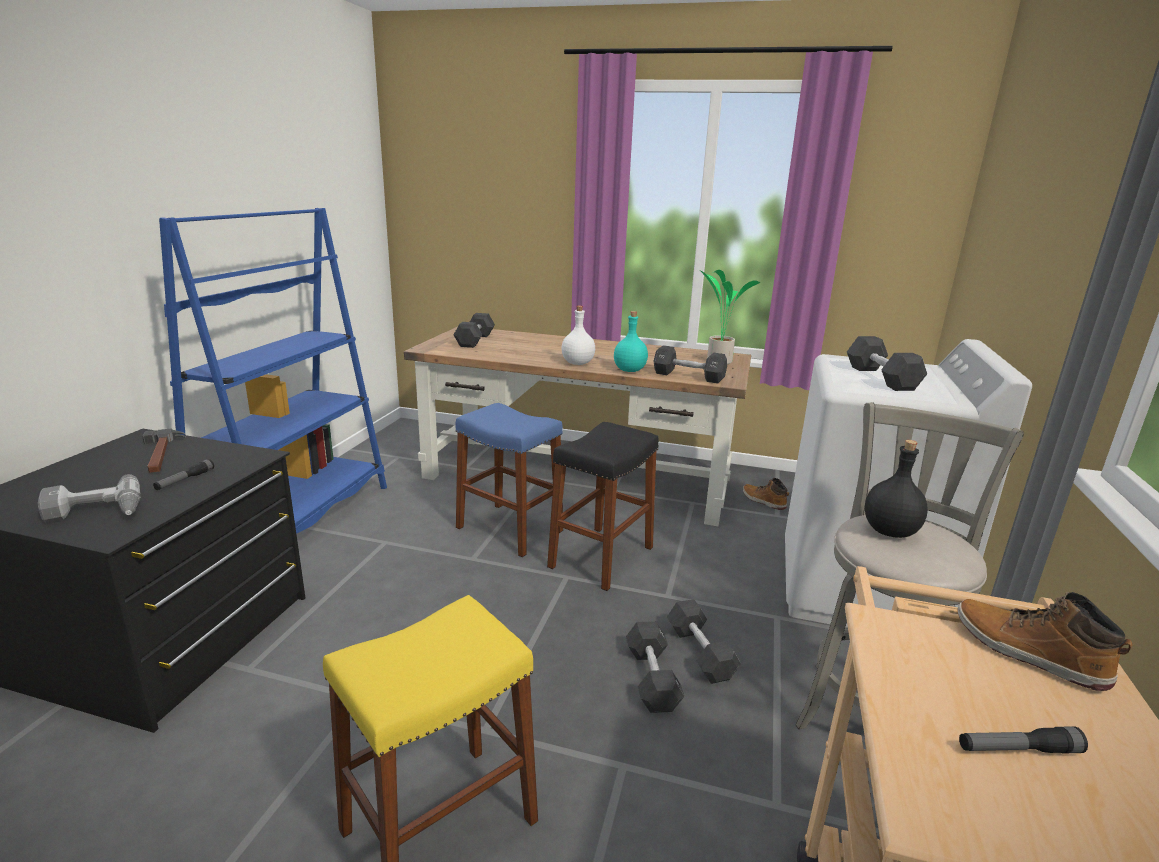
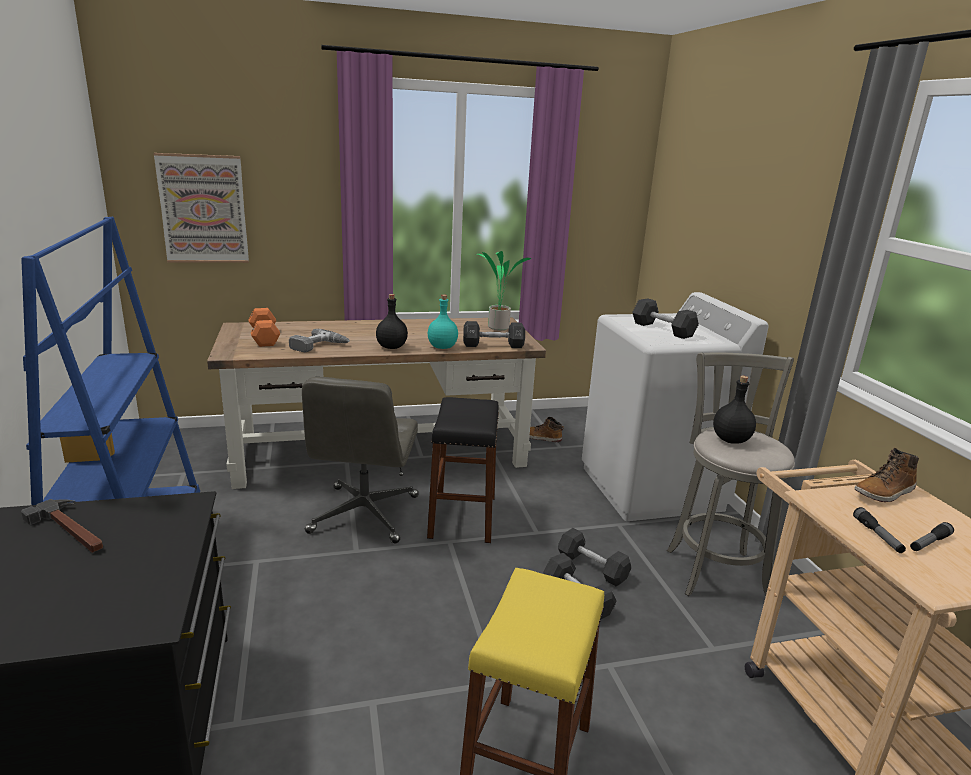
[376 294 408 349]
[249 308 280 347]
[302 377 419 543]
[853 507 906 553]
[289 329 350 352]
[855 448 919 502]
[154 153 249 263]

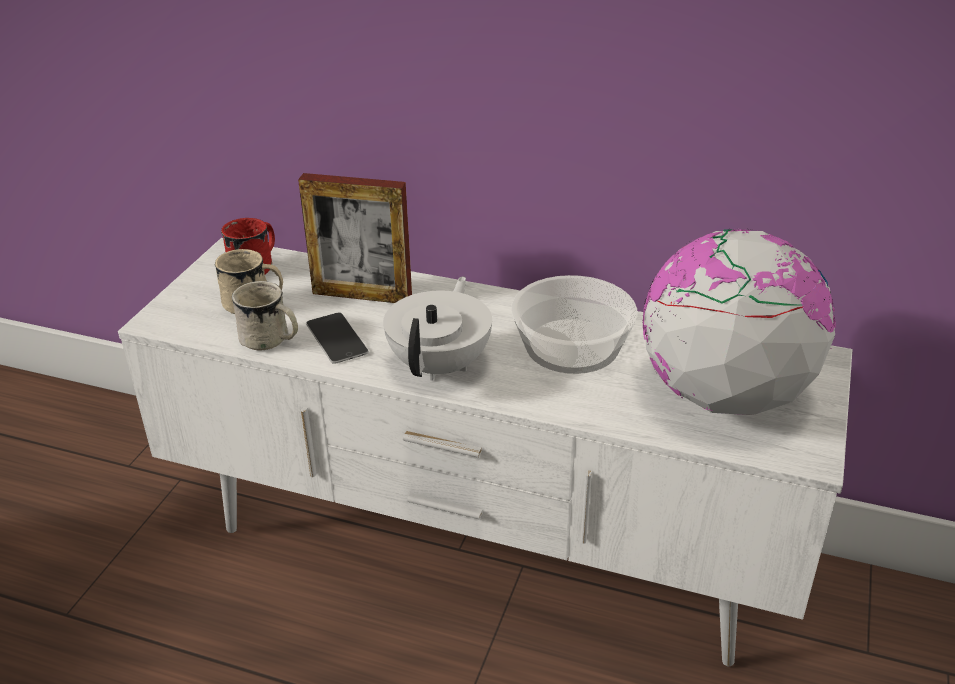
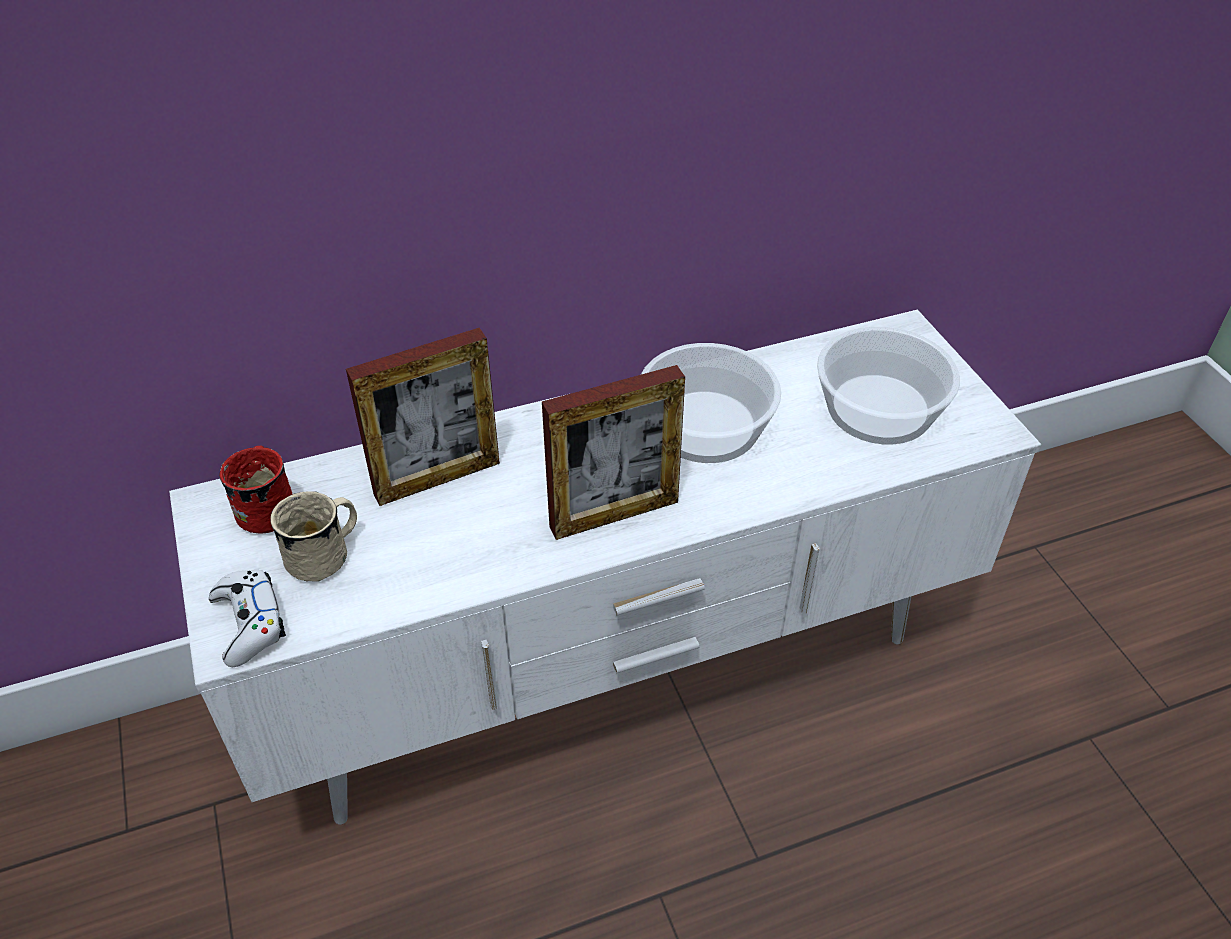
[817 327 960 444]
[542 365 685 540]
[232 281 298 350] (first image)
[306 312 369 364] (first image)
[209 570 286 667]

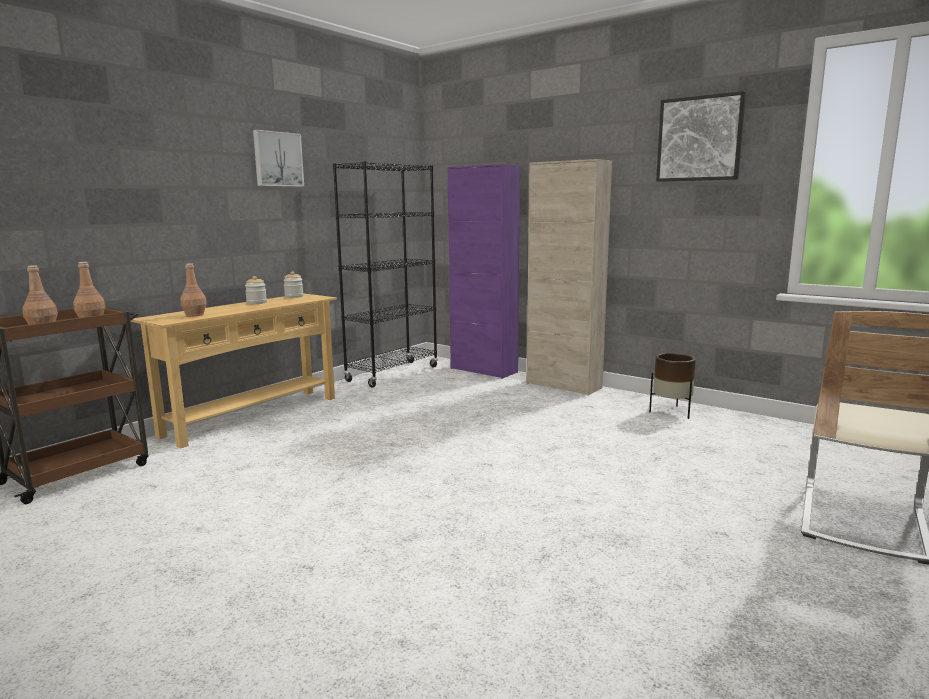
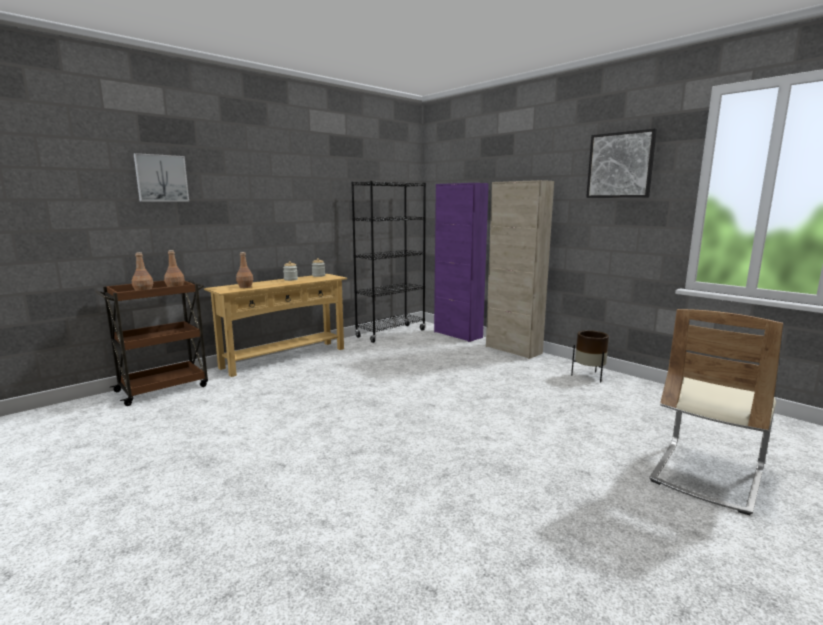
[134 153 189 202]

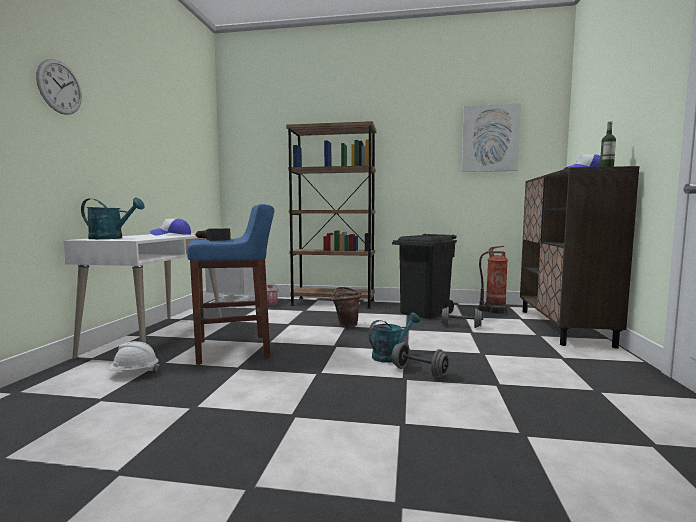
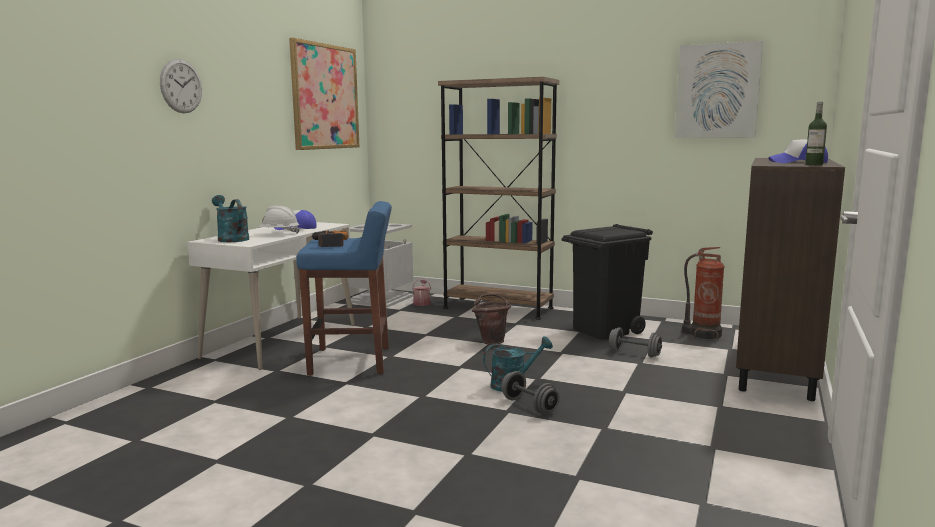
[212 195 249 242]
[257 206 300 234]
[289 38 359 150]

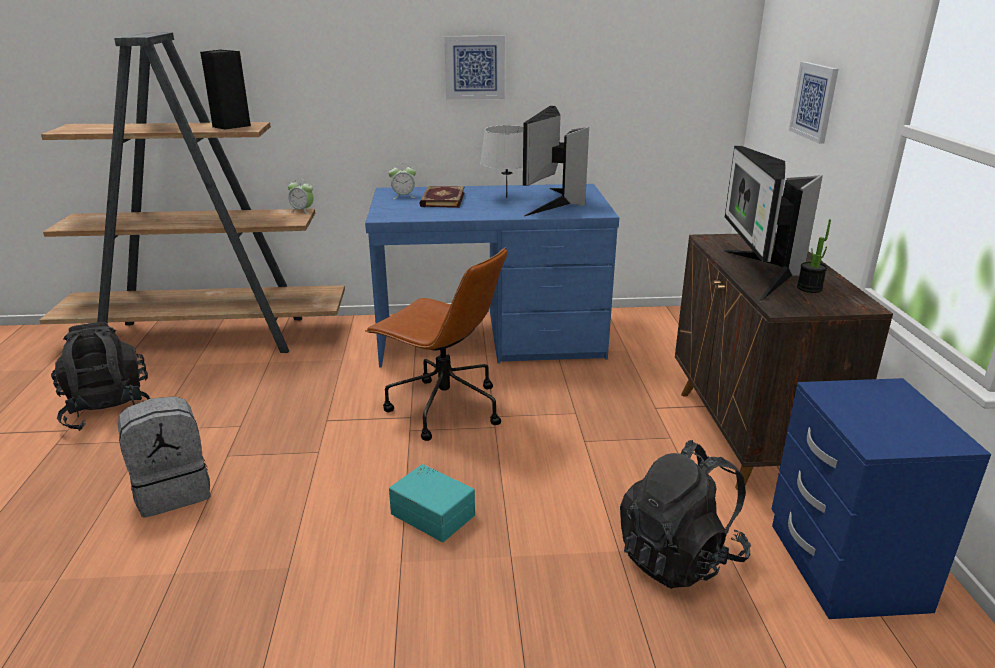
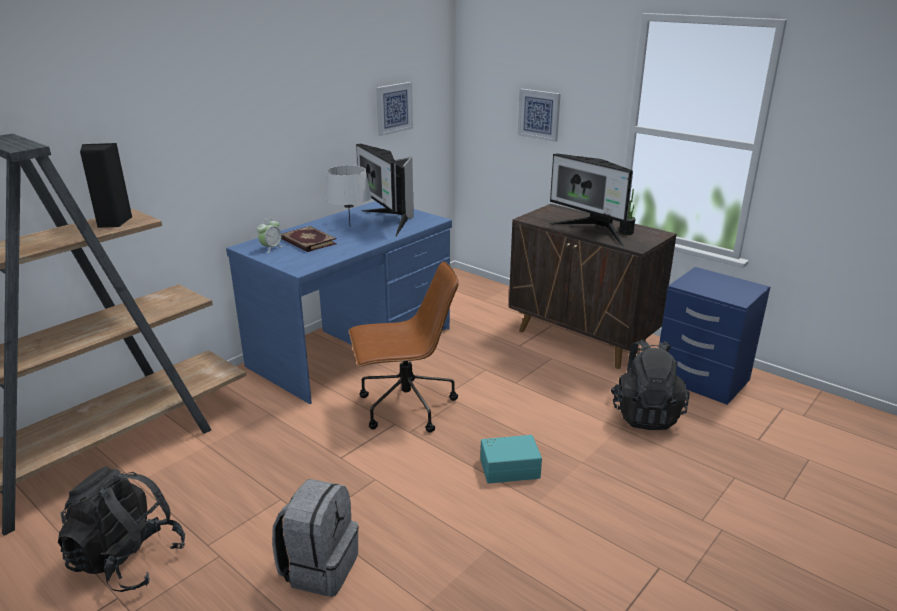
[376 82 413 136]
[288 178 314 214] (first image)

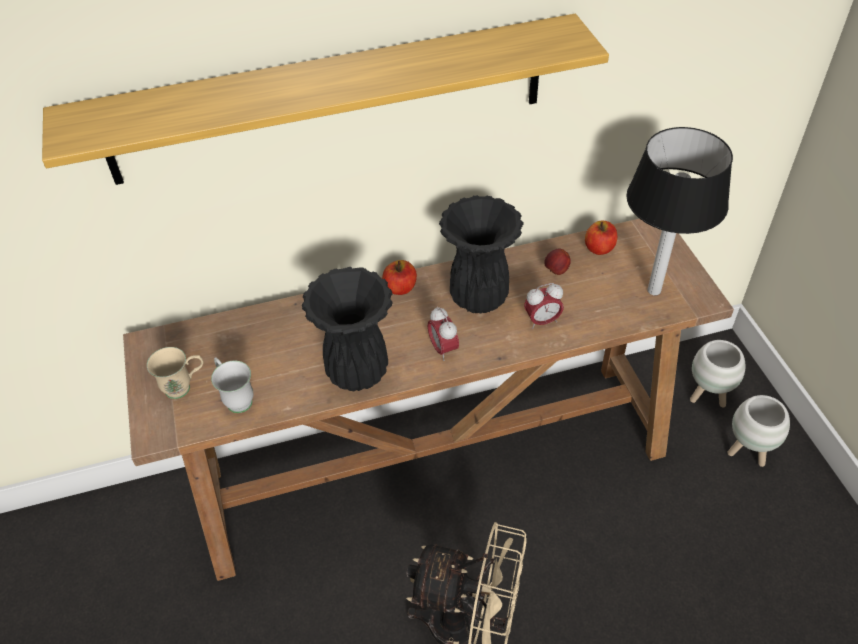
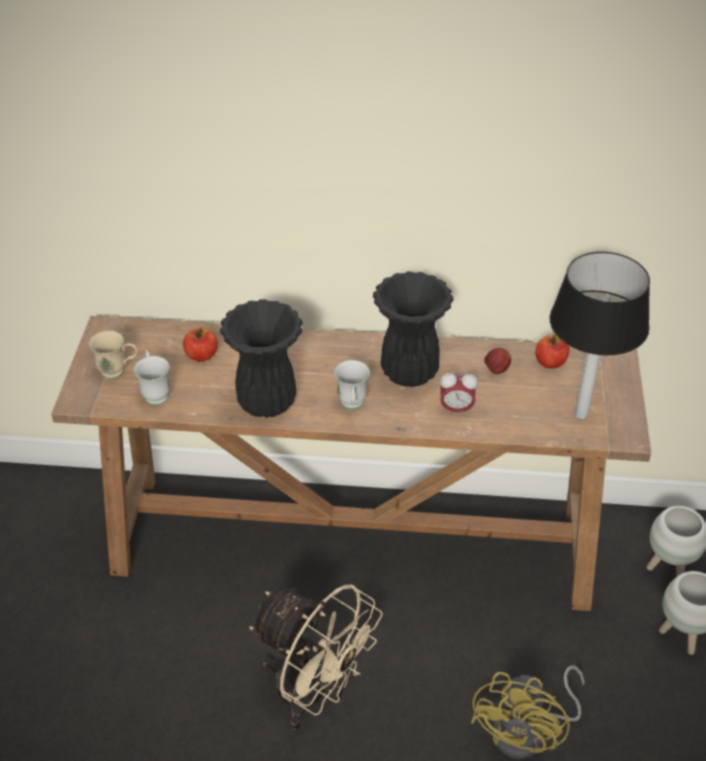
[42 14 609 185] (first image)
[183 328 218 362]
[334 360 370 410]
[471 665 585 759]

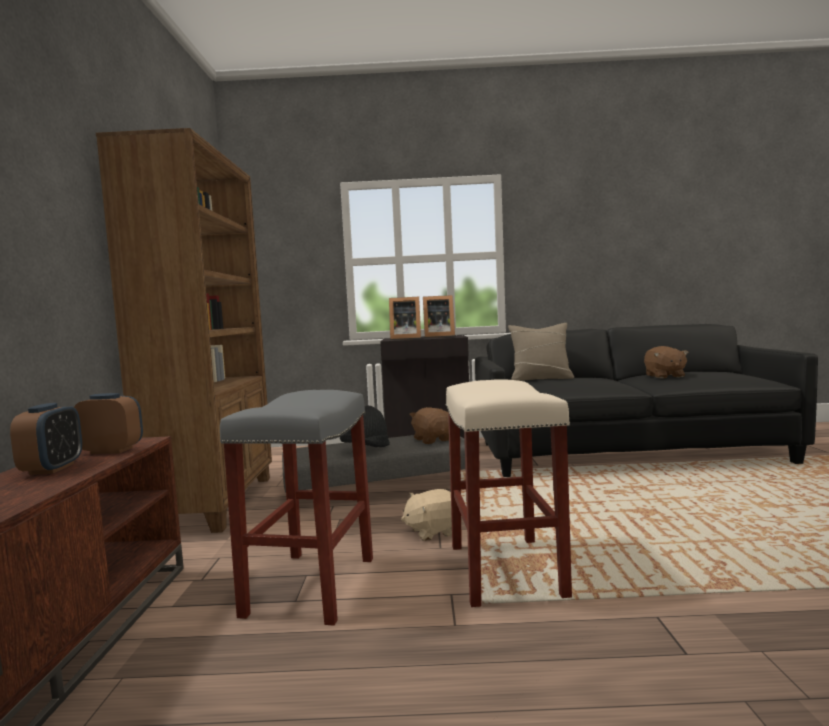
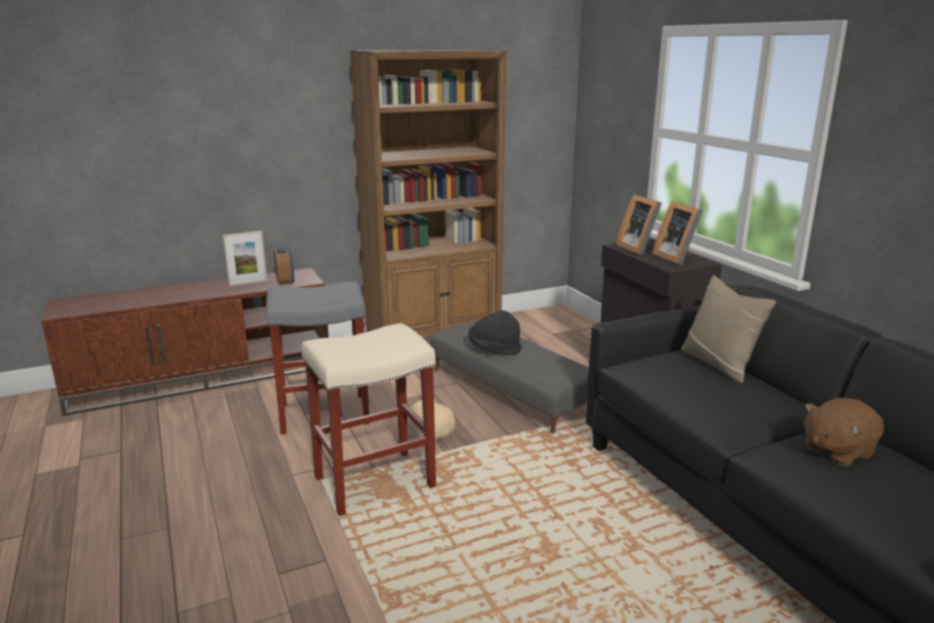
[223 231 267 286]
[409 407 449 444] (first image)

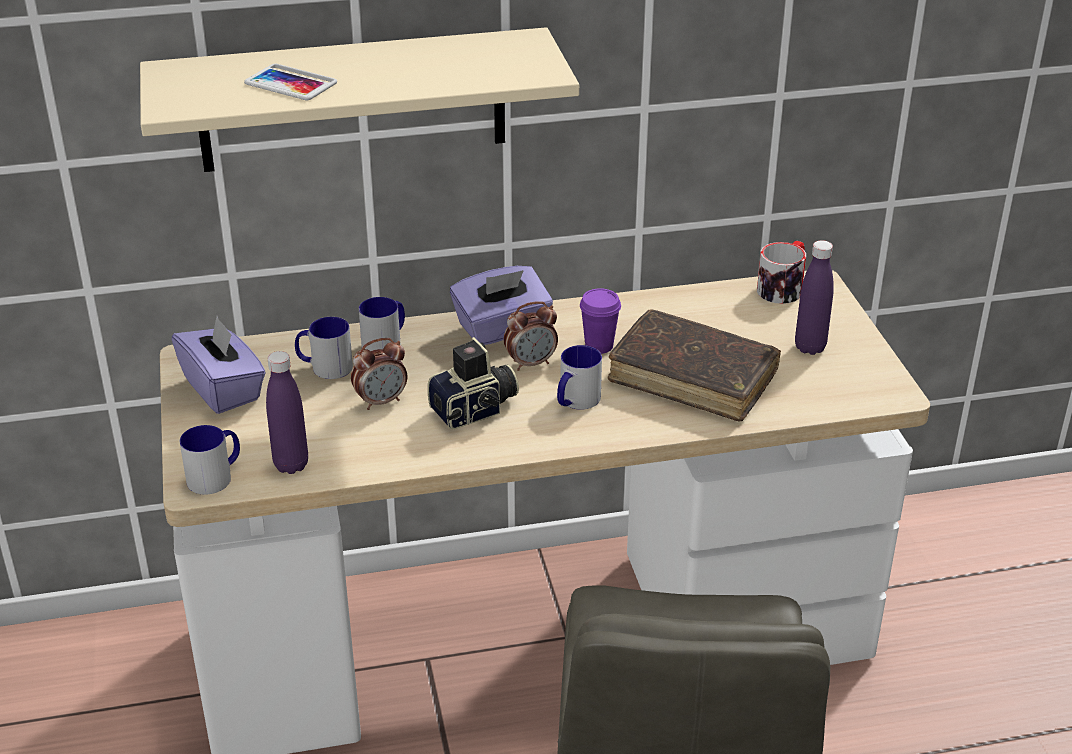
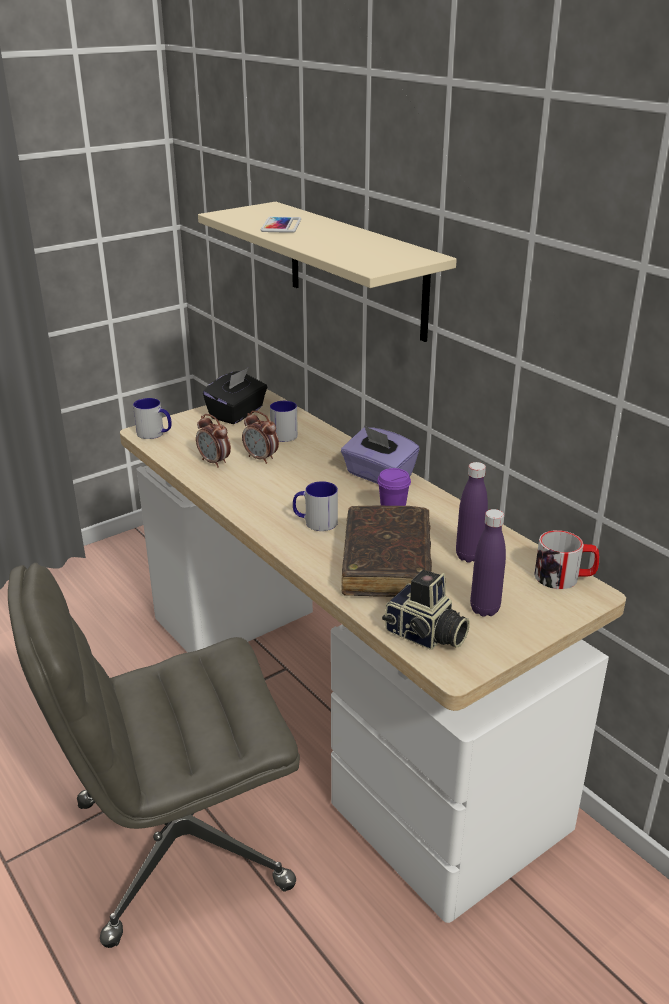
[359 297 405 351] (first image)
[196 414 231 468]
[203 367 267 424]
[382 570 470 650]
[456 462 488 563]

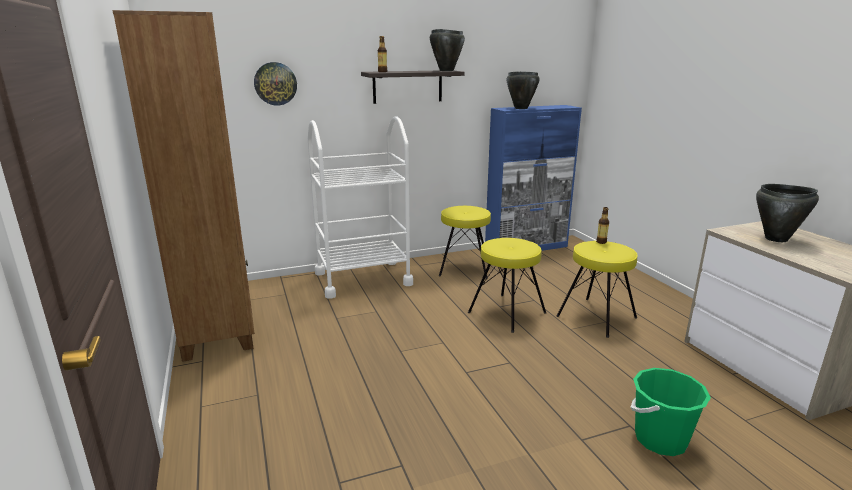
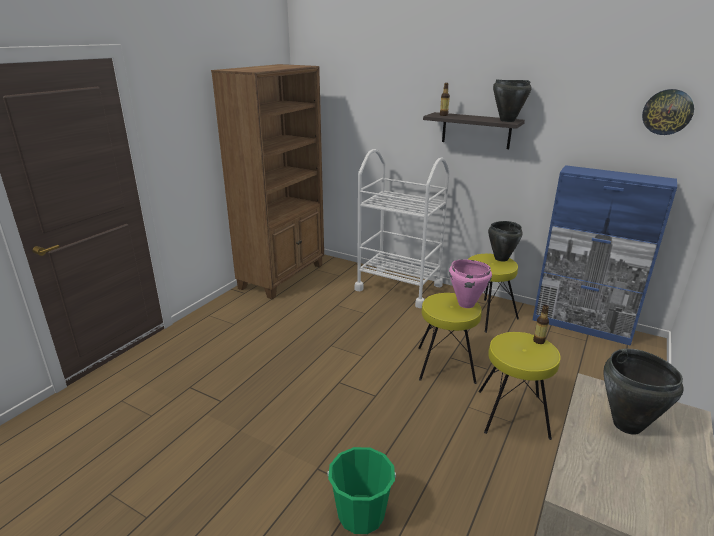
[642 89 694 135]
[488 221 523 262]
[449 259 492 308]

